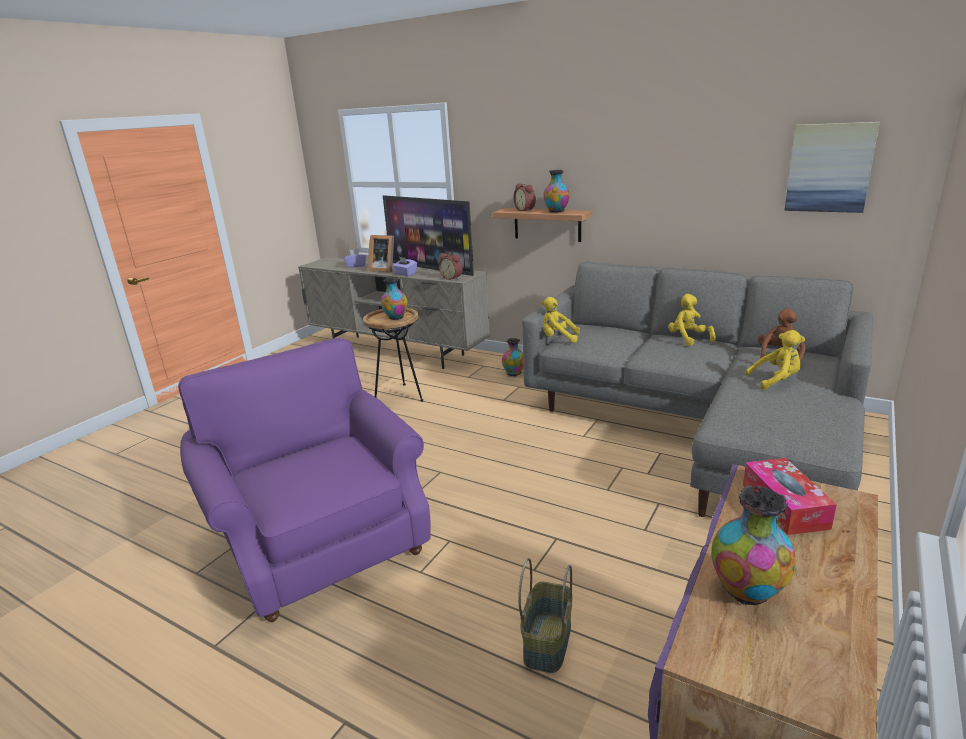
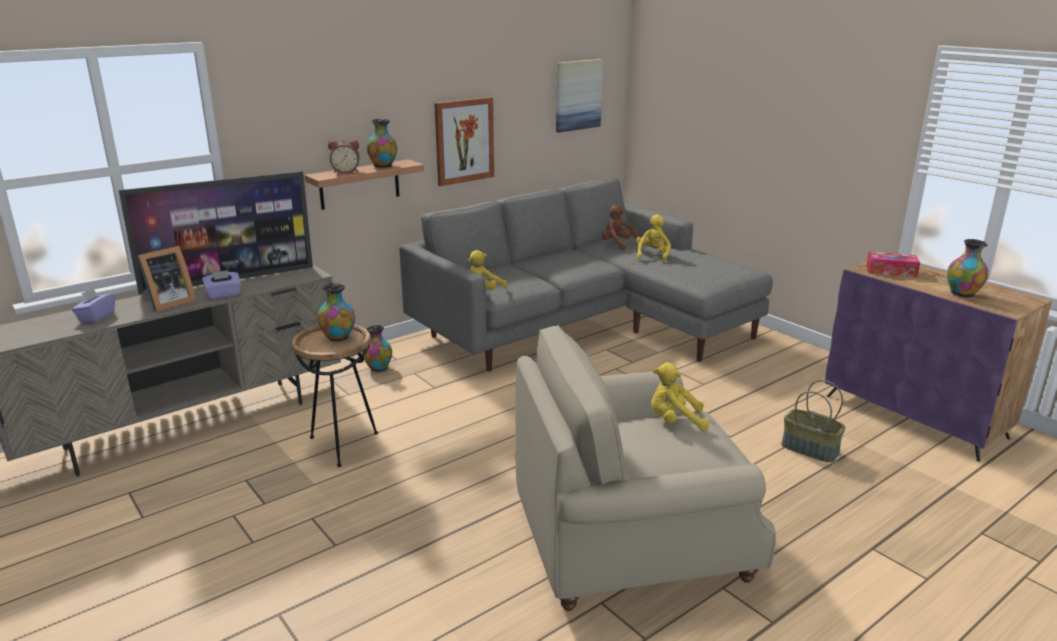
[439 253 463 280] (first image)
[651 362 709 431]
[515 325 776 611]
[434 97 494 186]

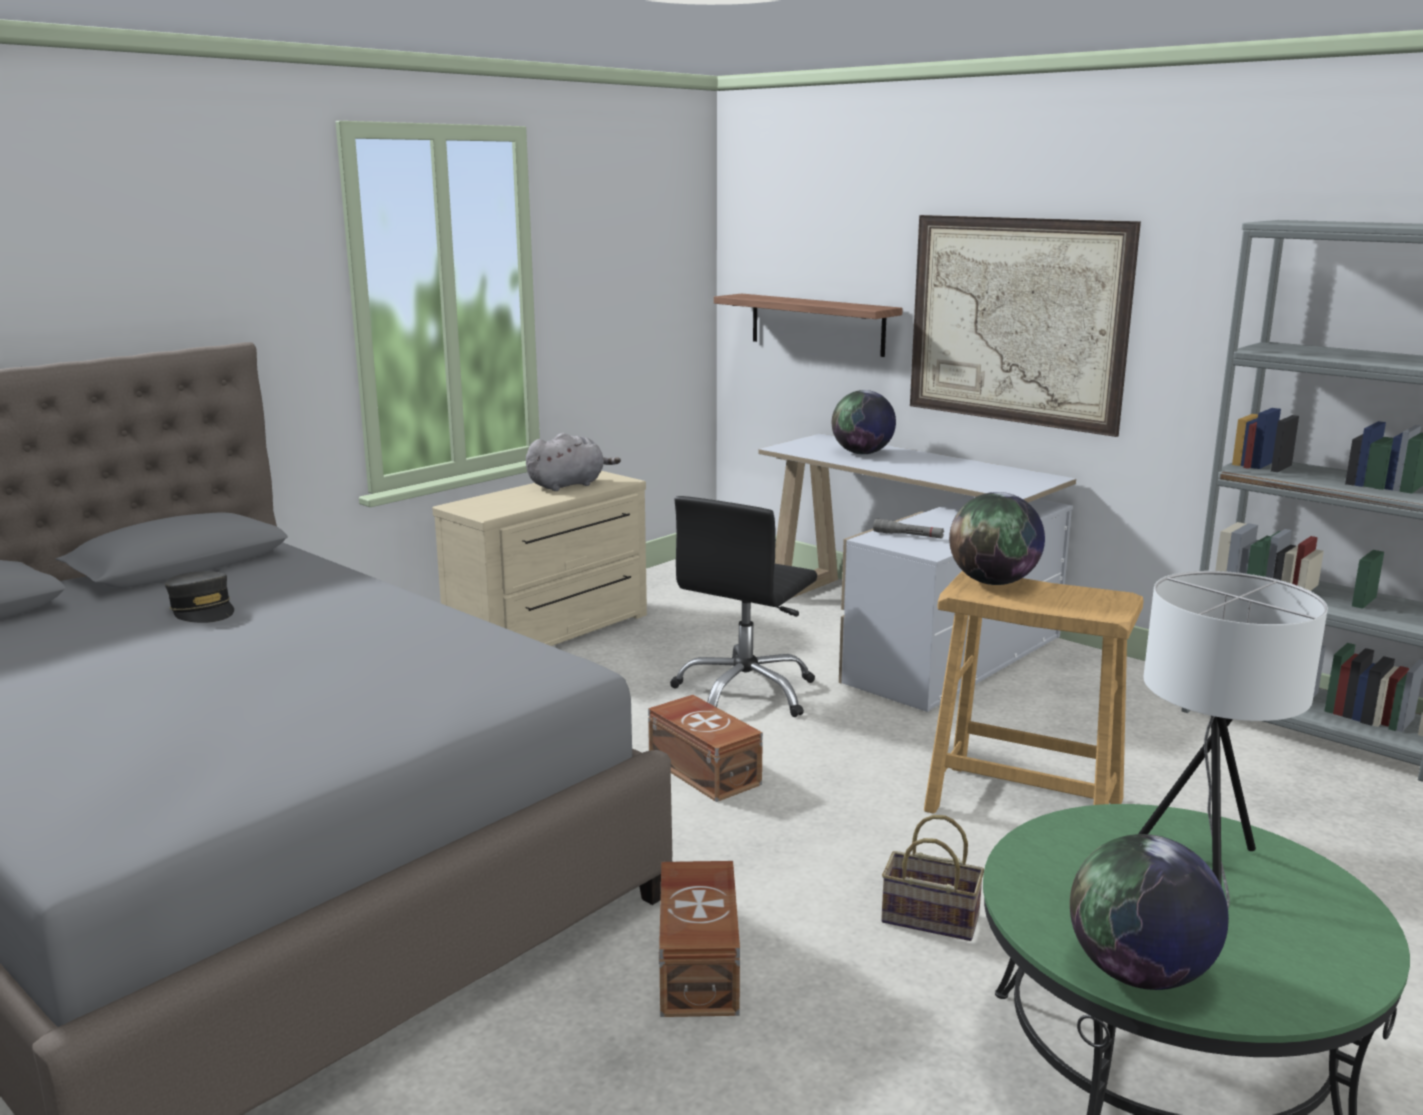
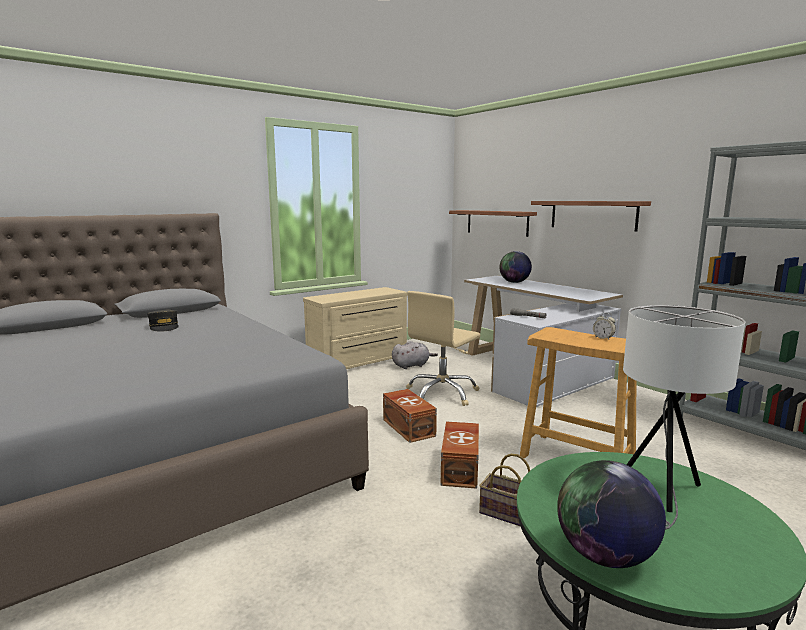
[531 201 651 232]
[392 341 438 369]
[949 492 1045 585] (first image)
[406 291 480 406]
[441 421 479 489]
[593 313 616 340]

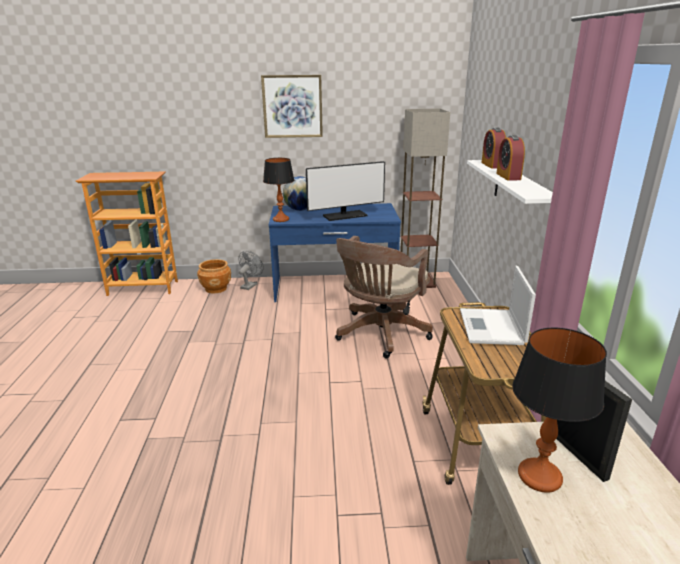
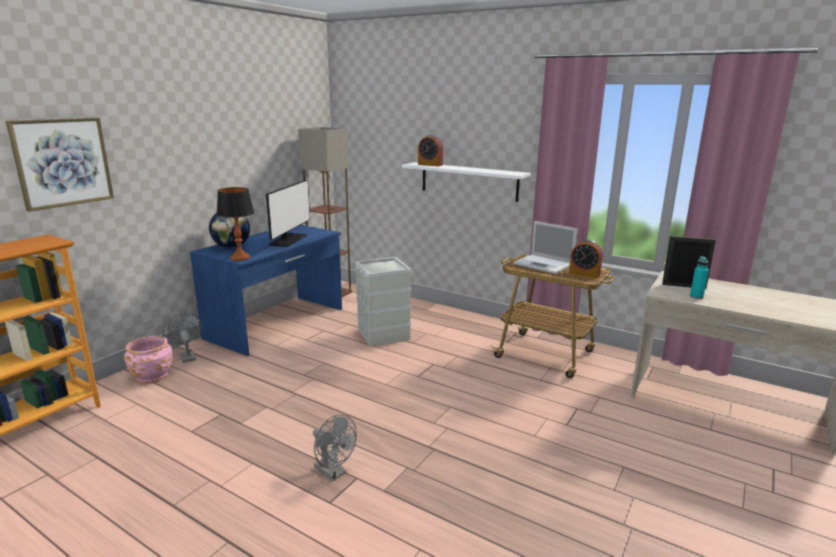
[6 118 114 212]
[569 239 603 279]
[355 257 412 347]
[124 336 172 383]
[690 256 709 299]
[313 414 357 481]

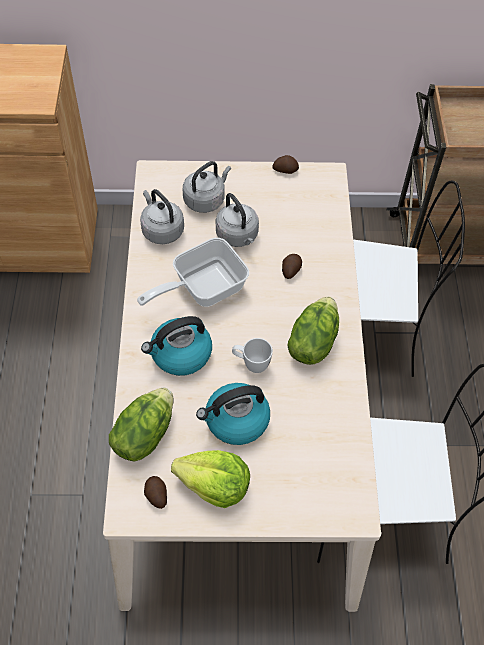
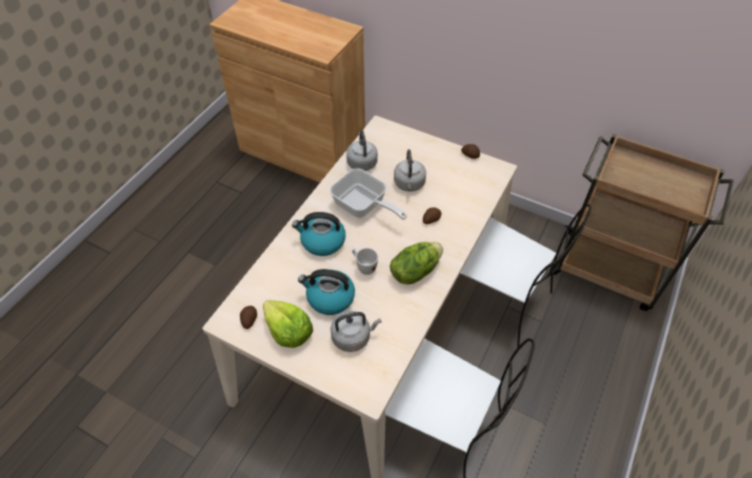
[330 311 382 352]
[330 168 407 220]
[109 387 173 461] (first image)

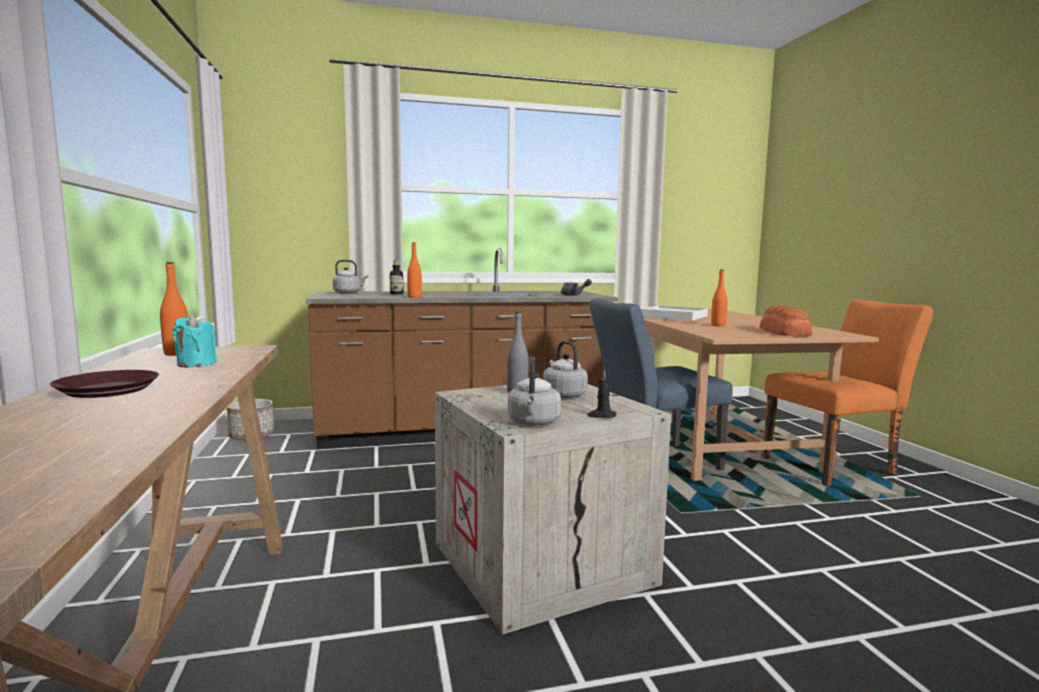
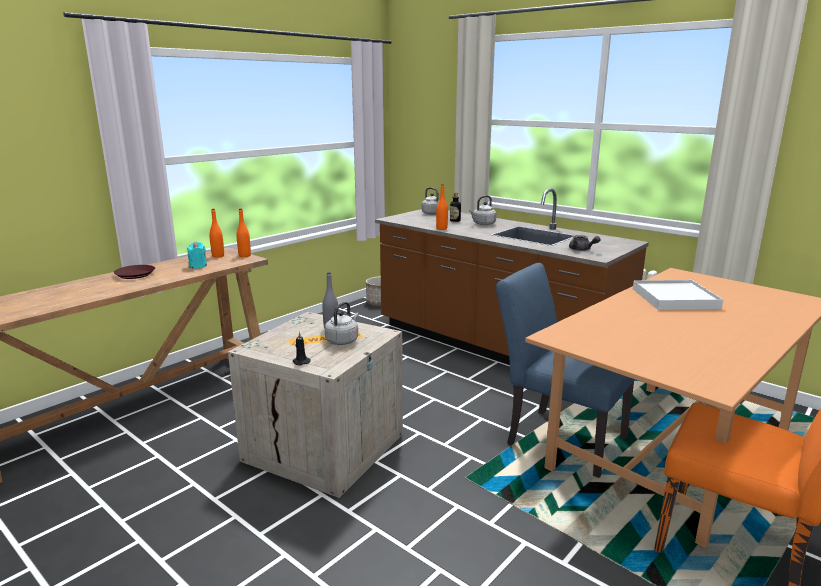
[237 208 251 257]
[759 306 812 336] (first image)
[469 195 496 225]

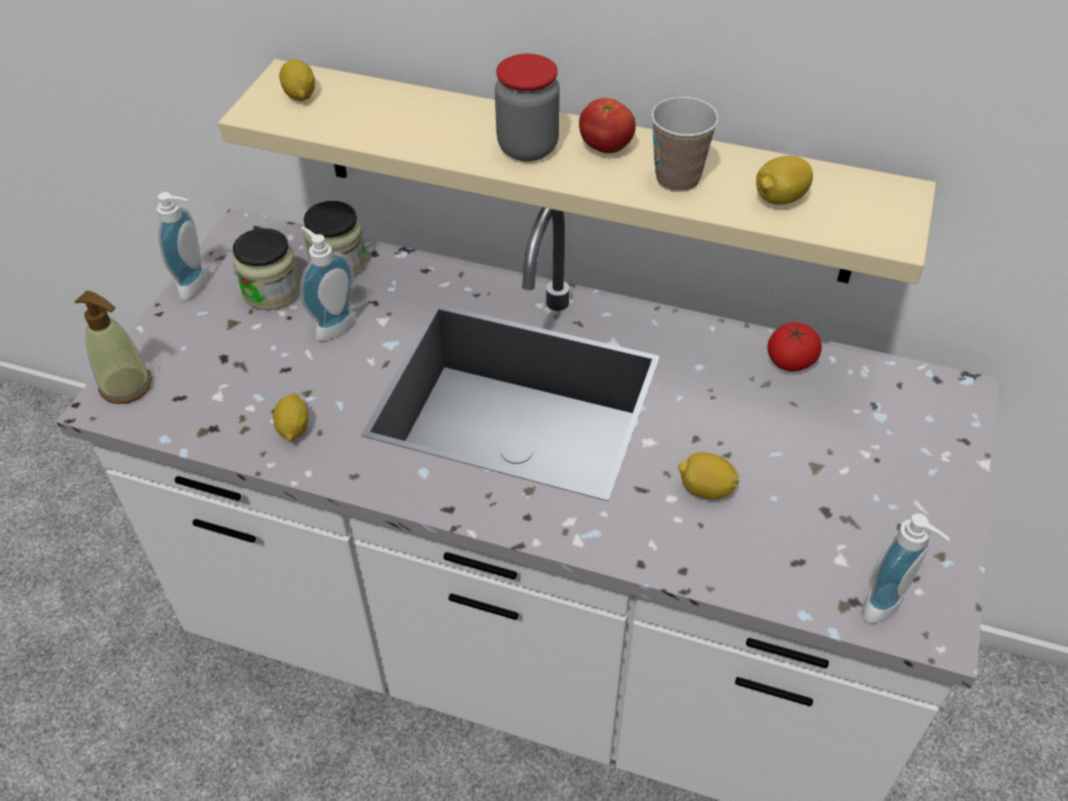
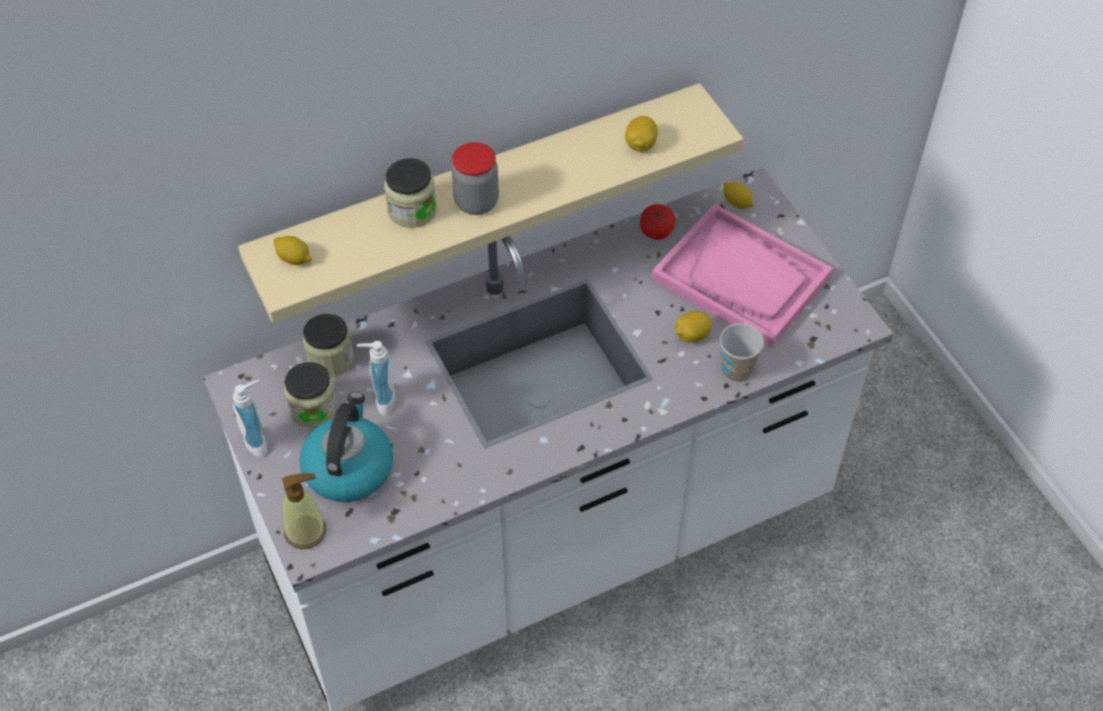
[720 323 764 382]
[579 98 636 153] (first image)
[723 182 754 209]
[862 513 950 624] (first image)
[384 158 437 228]
[651 204 833 348]
[300 392 393 502]

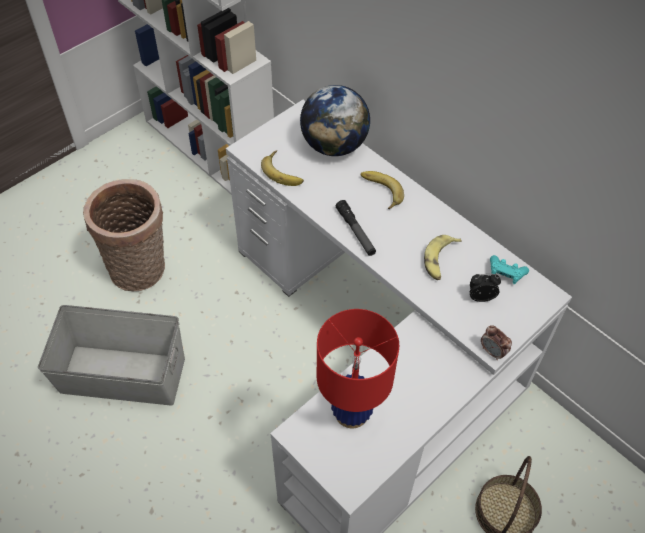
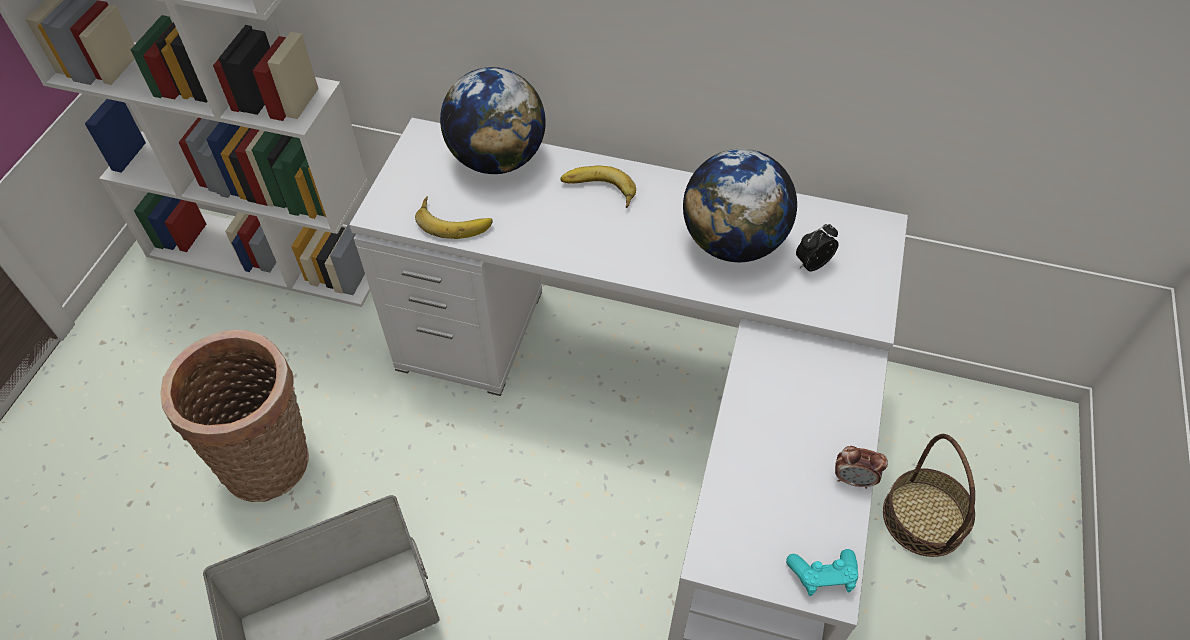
[336 200 376 256] (first image)
[683 149 797 262]
[786 549 858 596]
[317 309 399 428] (first image)
[835 446 888 489]

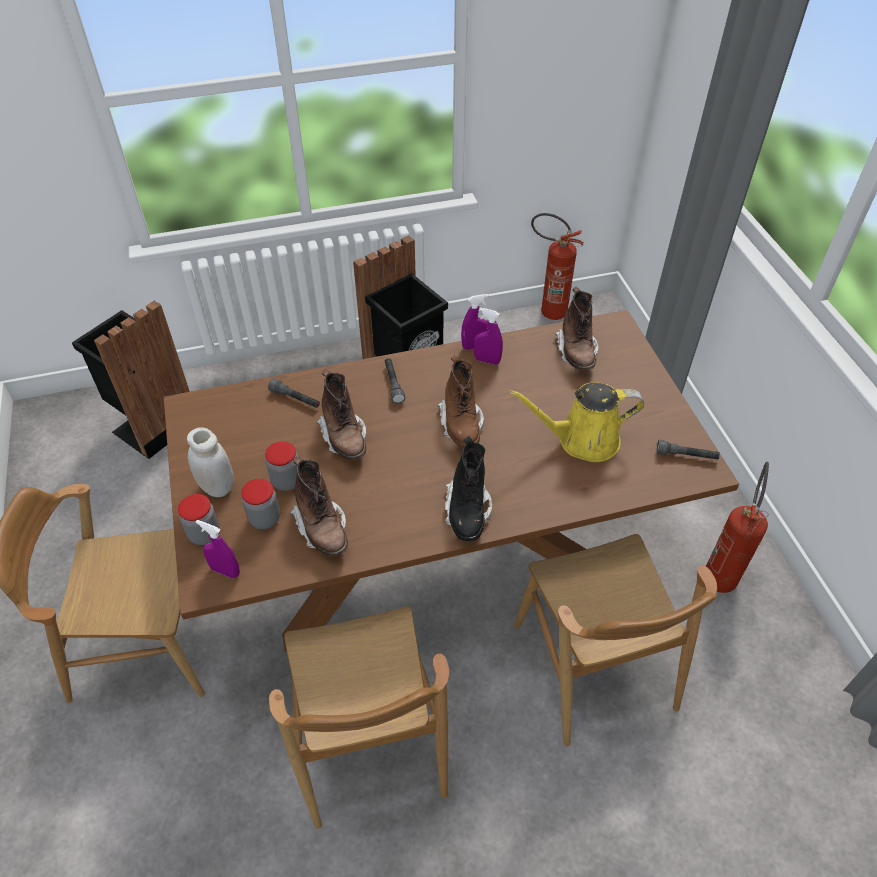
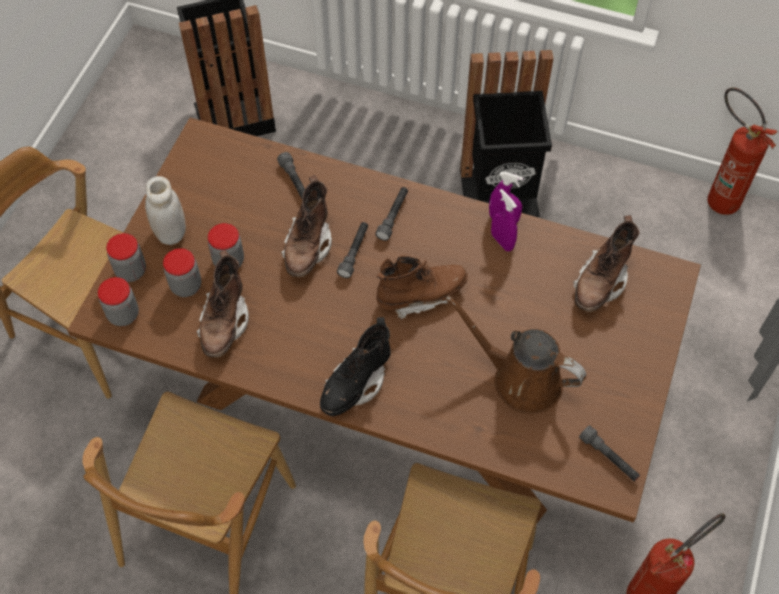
[376 255 468 320]
[445 295 586 414]
[98 277 139 326]
[337 222 368 278]

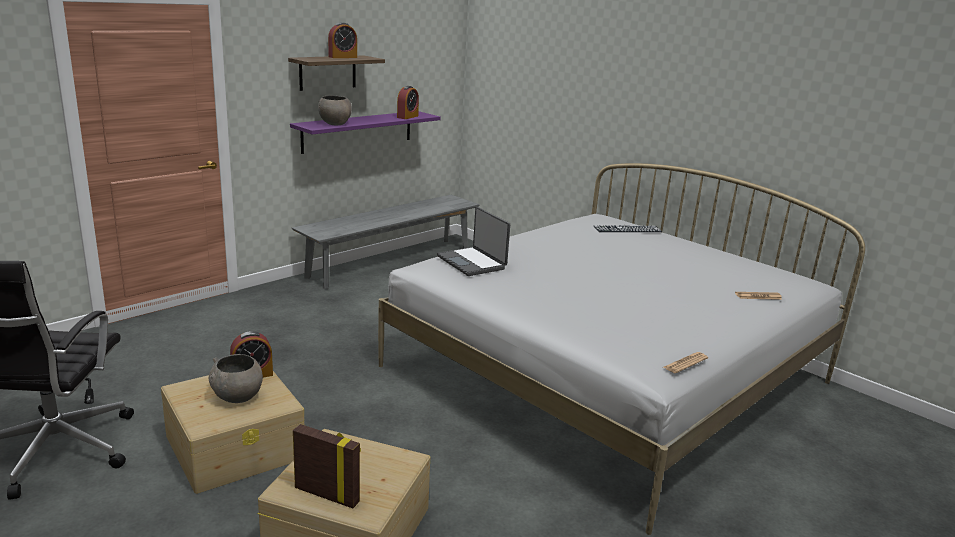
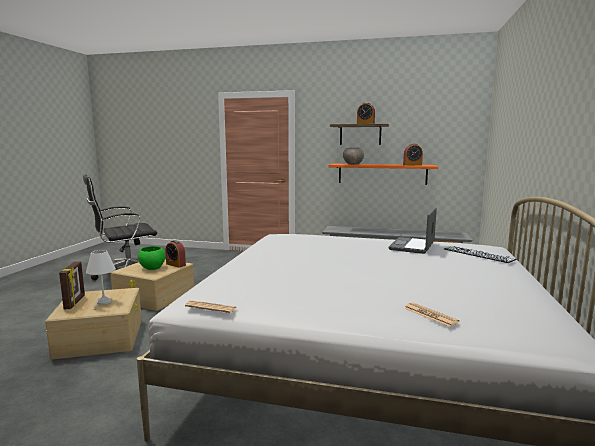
[328 164 438 185]
[389 207 437 254]
[138 246 165 270]
[86 250 116 305]

